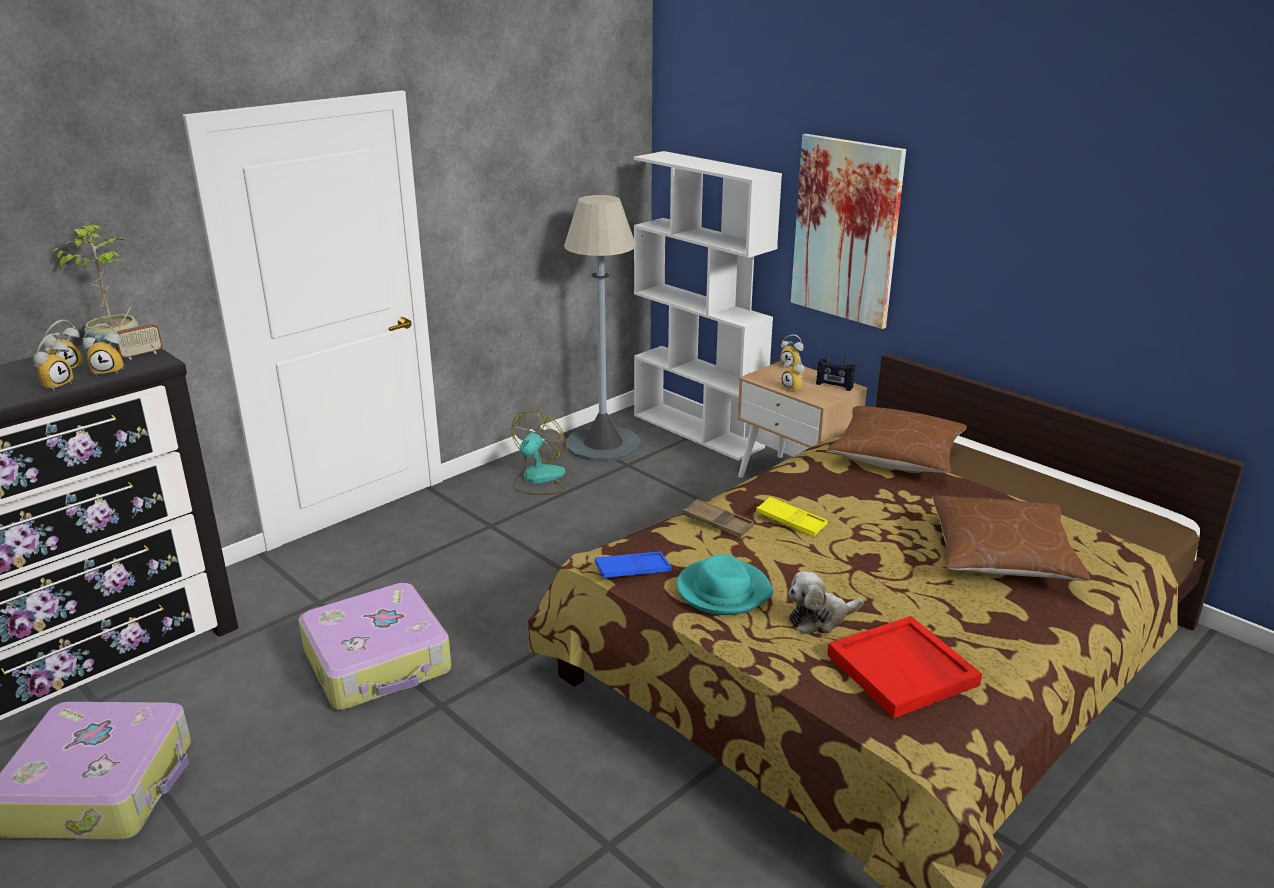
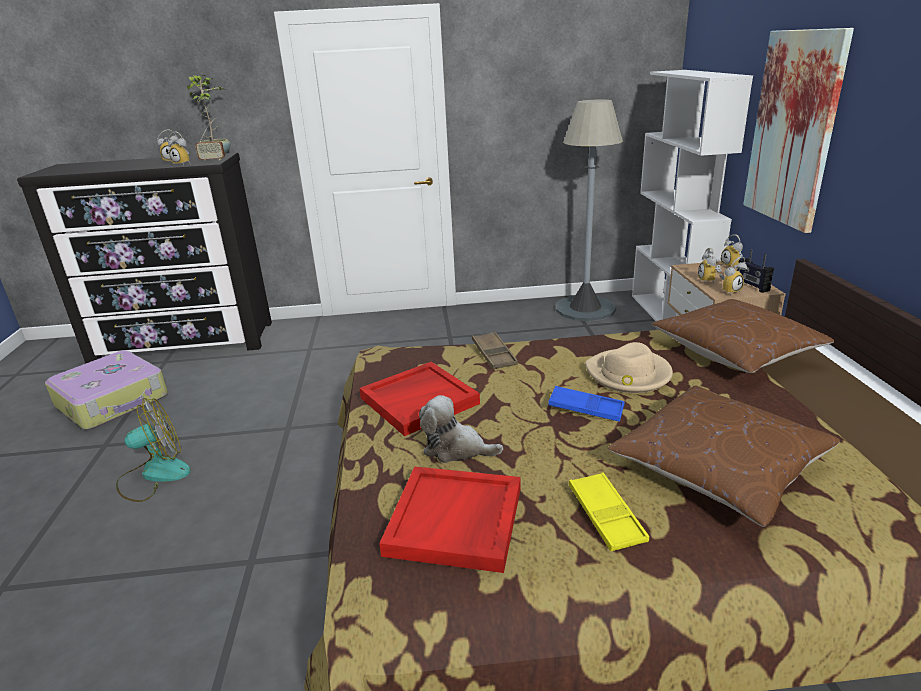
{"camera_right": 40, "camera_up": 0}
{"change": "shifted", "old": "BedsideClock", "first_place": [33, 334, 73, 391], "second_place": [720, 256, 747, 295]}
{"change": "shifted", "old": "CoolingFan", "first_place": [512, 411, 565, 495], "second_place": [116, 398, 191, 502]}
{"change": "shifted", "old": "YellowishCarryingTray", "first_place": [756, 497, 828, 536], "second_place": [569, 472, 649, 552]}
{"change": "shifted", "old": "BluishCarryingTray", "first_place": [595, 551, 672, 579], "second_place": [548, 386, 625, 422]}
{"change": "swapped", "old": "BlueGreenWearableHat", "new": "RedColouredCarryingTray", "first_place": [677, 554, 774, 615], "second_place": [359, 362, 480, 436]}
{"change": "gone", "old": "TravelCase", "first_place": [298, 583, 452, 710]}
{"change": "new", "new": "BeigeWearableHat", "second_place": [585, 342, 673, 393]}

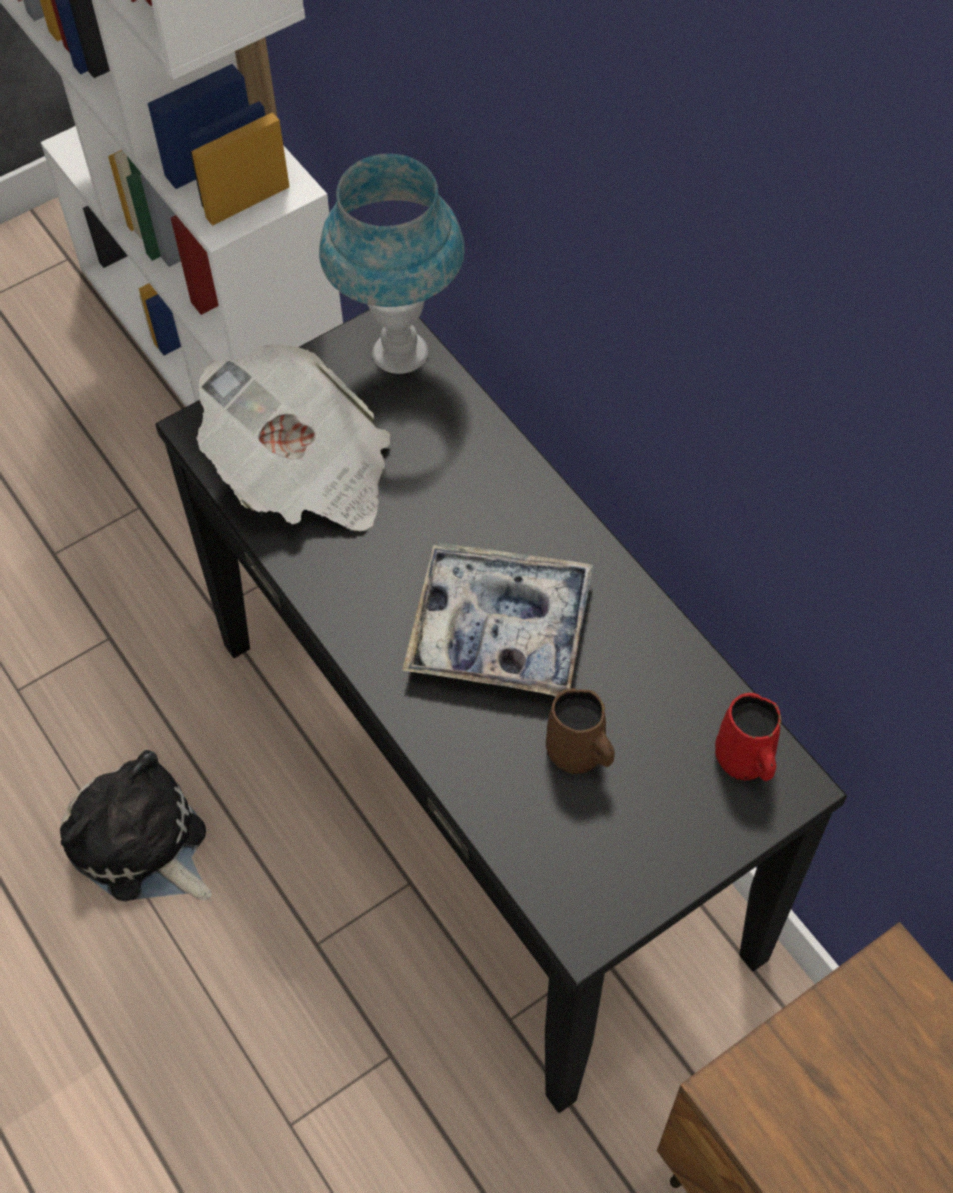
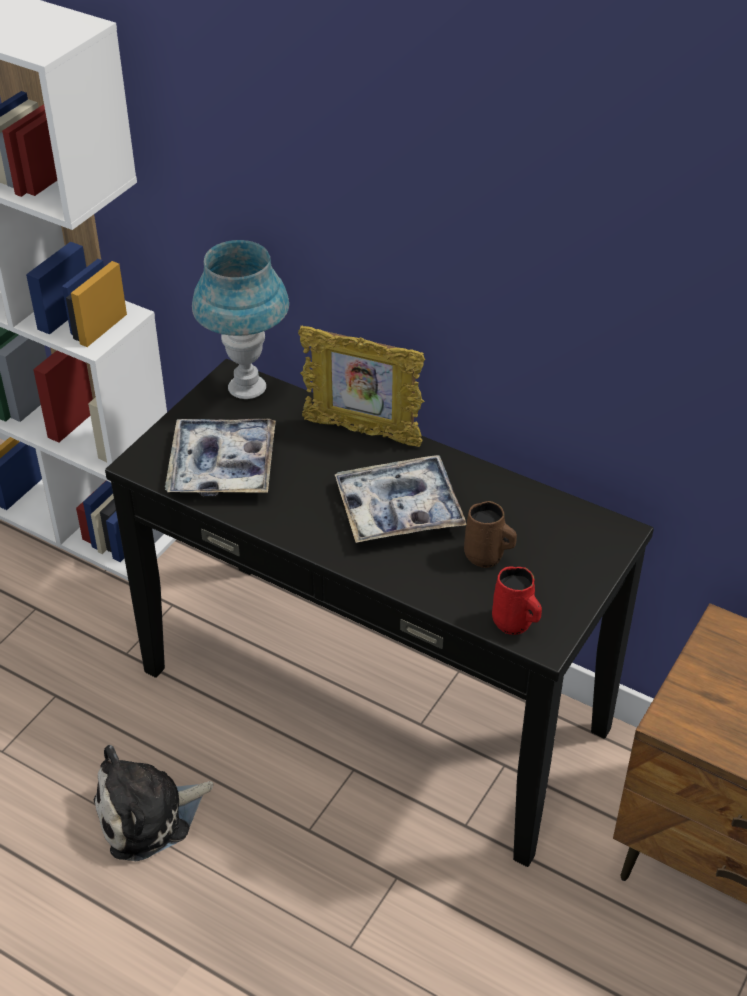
{"camera_right": -25, "camera_up": -15}
{"change": "swapped", "old": "DailyPaper", "new": "CarryingTray", "first_place": [196, 344, 390, 531], "second_place": [165, 419, 276, 496]}
{"change": "shifted", "old": "RedColouredMug", "first_place": [715, 693, 782, 781], "second_place": [492, 566, 542, 635]}
{"change": "rotated", "old": "PlushToy", "first_place": [60, 750, 212, 901], "second_place": [94, 745, 213, 861], "degrees": -45}
{"change": "new", "new": "StandingFrame", "second_place": [298, 326, 425, 447]}

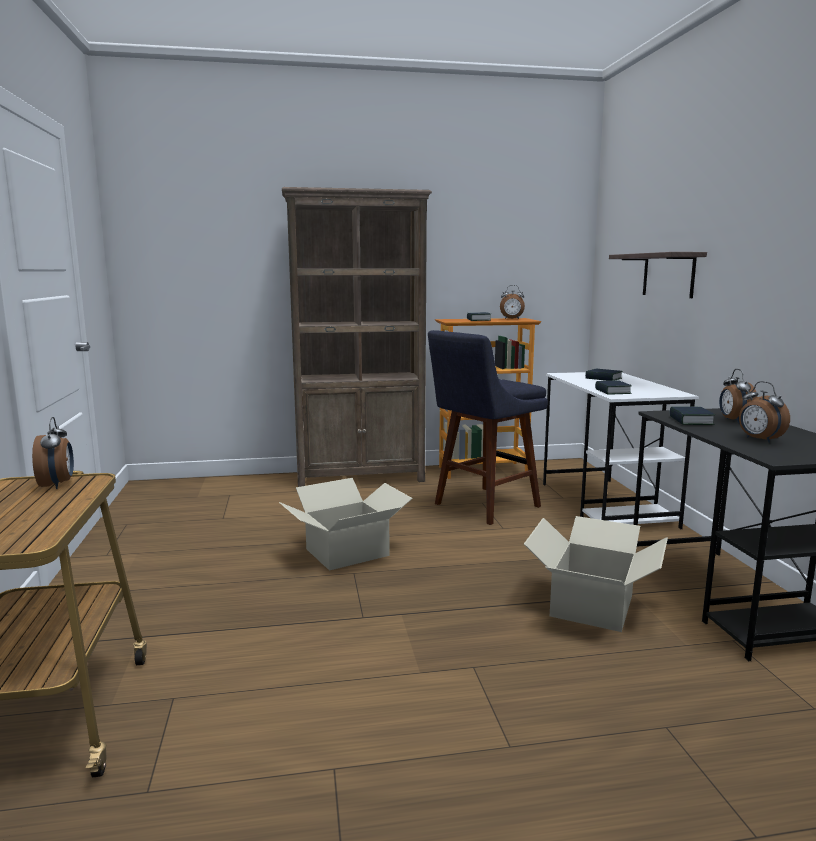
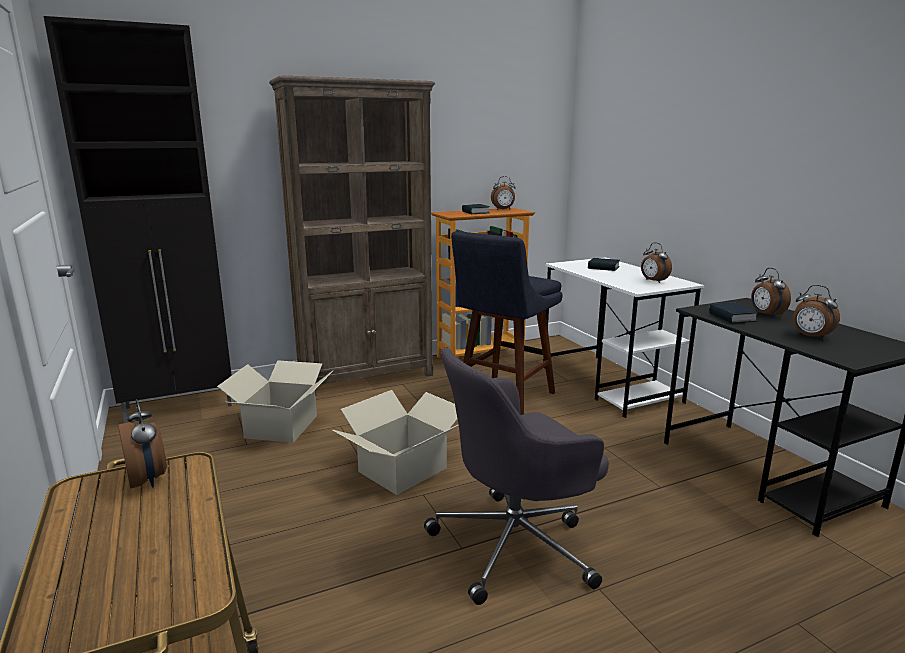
{"camera_right": -15, "camera_up": 5}
{"change": "gone", "old": "WallShelf", "first_place": [609, 252, 707, 298]}
{"change": "gone", "old": "Volume", "first_place": [595, 380, 632, 395]}
{"change": "shifted", "old": "Carton", "first_place": [524, 516, 668, 632], "second_place": [217, 361, 334, 443]}
{"change": "new", "new": "BlackStorageCabinet", "second_place": [44, 16, 232, 423]}
{"change": "new", "new": "BedsideClock", "second_place": [641, 243, 672, 283]}
{"change": "new", "new": "GreyOfficeChair", "second_place": [424, 348, 609, 605]}

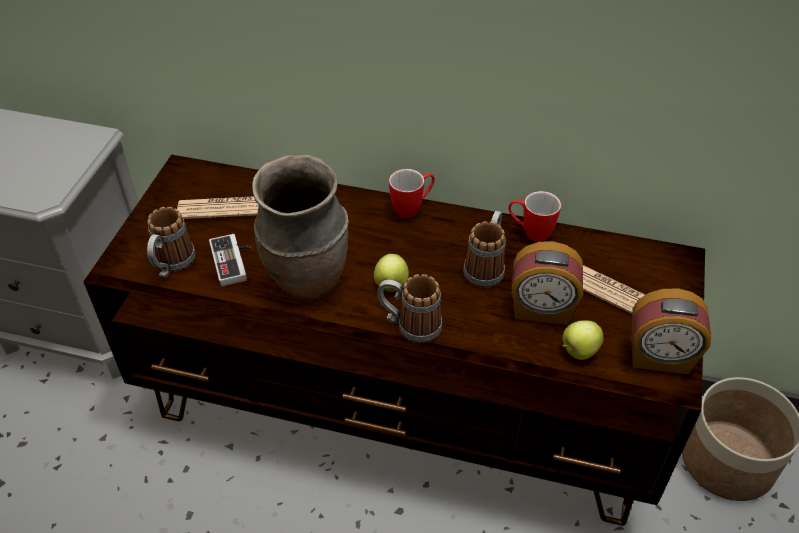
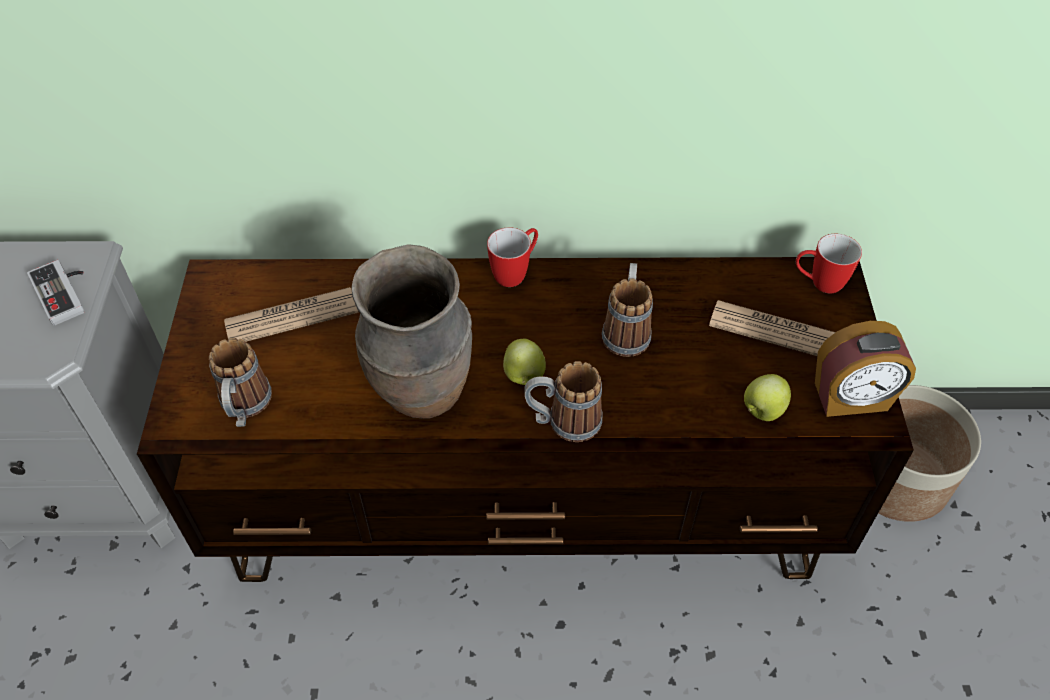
{"camera_right": -15, "camera_up": 5}
{"change": "shifted", "old": "Mug", "first_place": [508, 191, 561, 242], "second_place": [796, 234, 862, 293]}
{"change": "shifted", "old": "Joypad", "first_place": [209, 234, 251, 286], "second_place": [27, 260, 85, 326]}
{"change": "gone", "old": "BedsideClock", "first_place": [511, 241, 583, 325]}

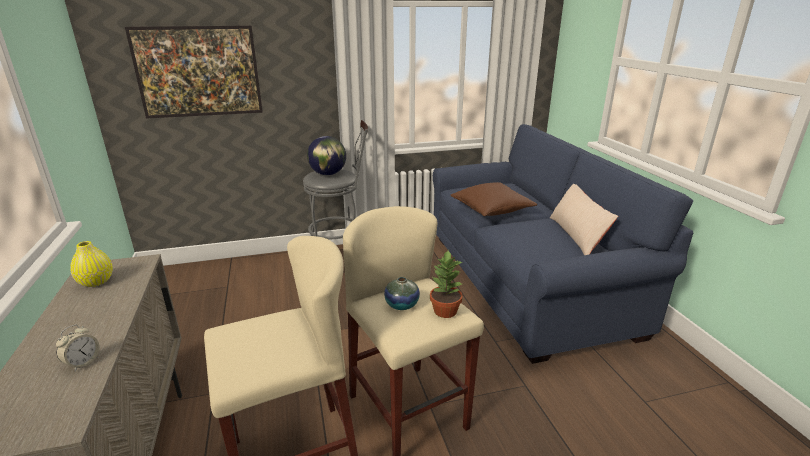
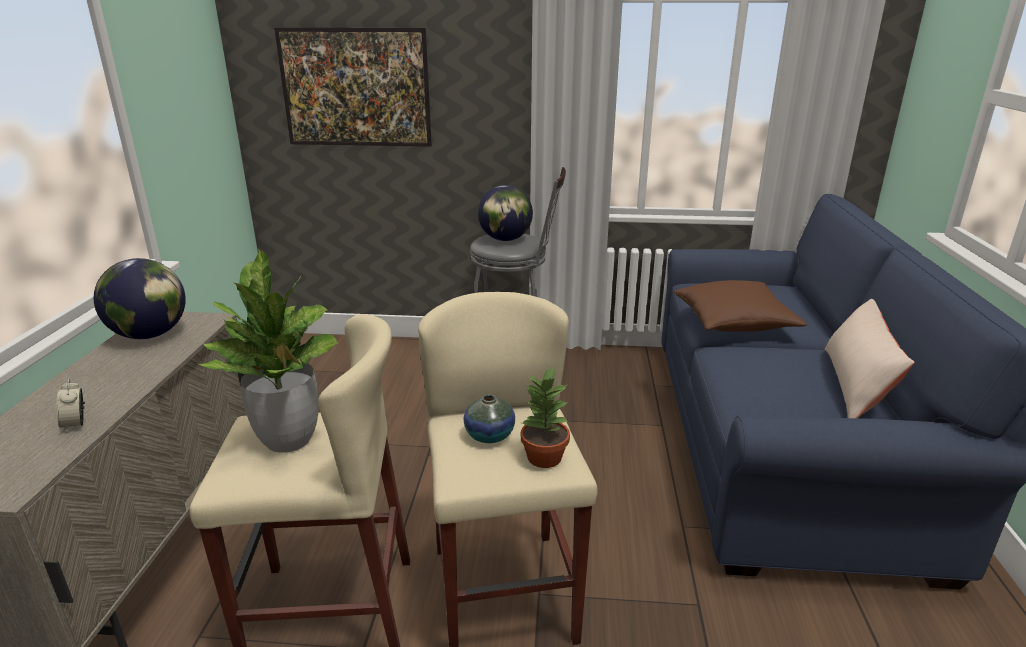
{"camera_right": 20, "camera_up": 0}
{"change": "swapped", "old": "YellowishDecorativeVase", "new": "WorldGlobe", "first_place": [70, 241, 113, 287], "second_place": [94, 258, 186, 339]}
{"change": "rotated", "old": "BedsideClock", "first_place": [56, 325, 100, 371], "second_place": [57, 378, 85, 433], "degrees": 105}
{"change": "new", "new": "Houseplant", "second_place": [199, 249, 338, 453]}

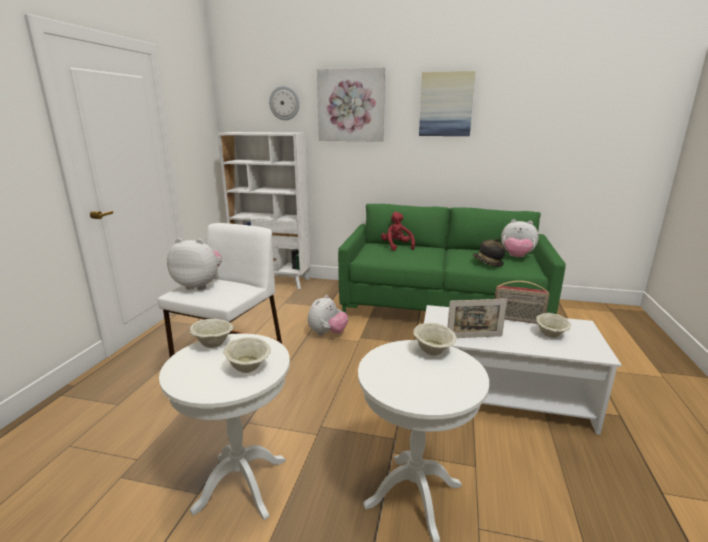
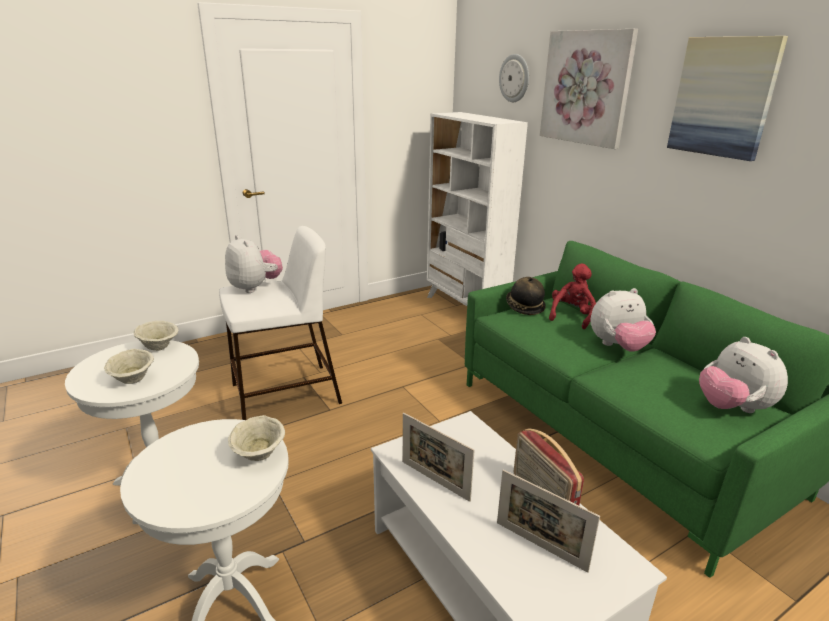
{"camera_right": 45, "camera_up": 5}
{"change": "shifted", "old": "WearableHat", "first_place": [473, 238, 505, 267], "second_place": [506, 277, 546, 315]}
{"change": "shifted", "old": "PlushToy", "first_place": [308, 295, 348, 336], "second_place": [590, 288, 656, 352]}
{"change": "swapped", "old": "BeigeBowl", "new": "StandingFrame", "first_place": [536, 313, 571, 338], "second_place": [497, 469, 600, 573]}

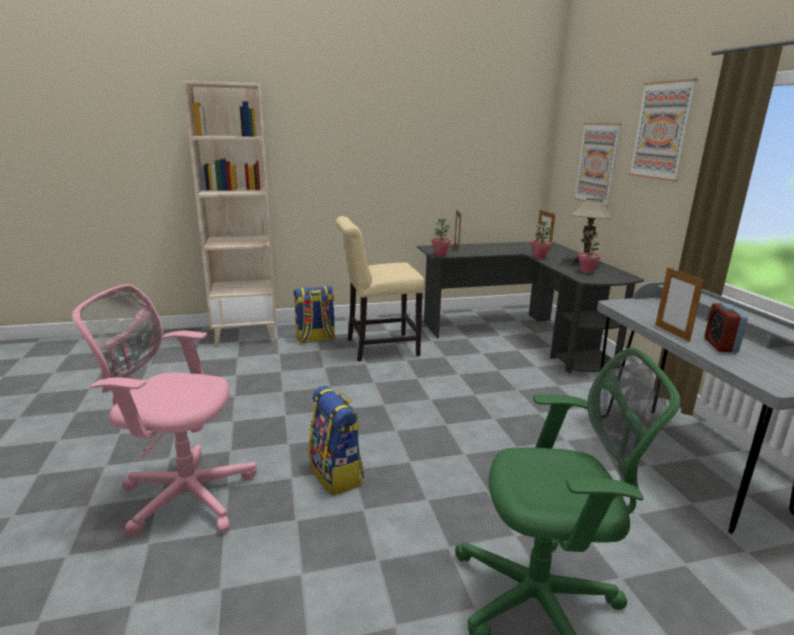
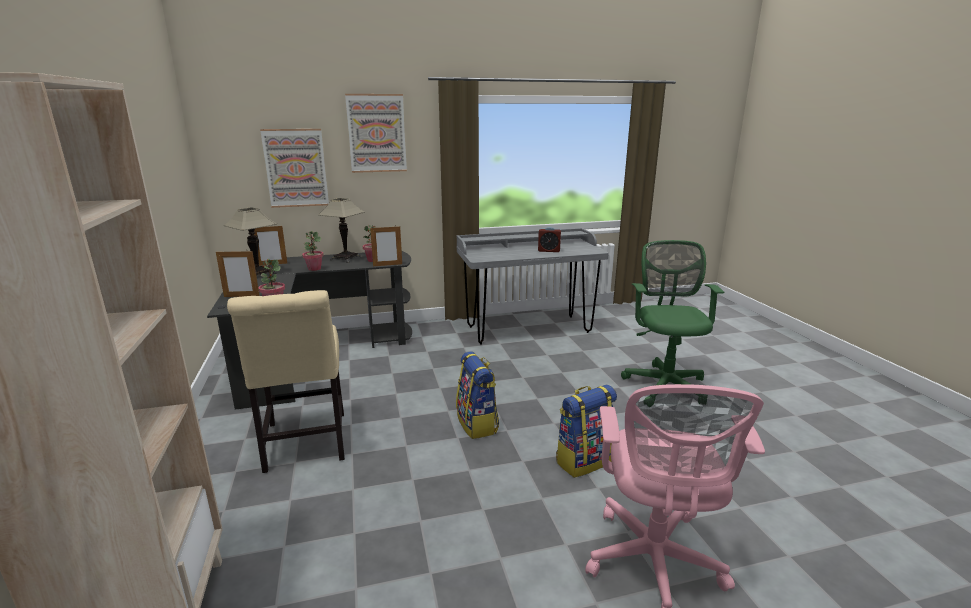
{"camera_right": -90, "camera_up": 0}
{"change": "shifted", "old": "StandingFrame", "first_place": [656, 267, 704, 342], "second_place": [370, 226, 402, 266]}
{"change": "shifted", "old": "Knapsack", "first_place": [294, 286, 336, 343], "second_place": [456, 351, 499, 439]}
{"change": "new", "new": "LampForATable", "second_place": [223, 207, 277, 276]}

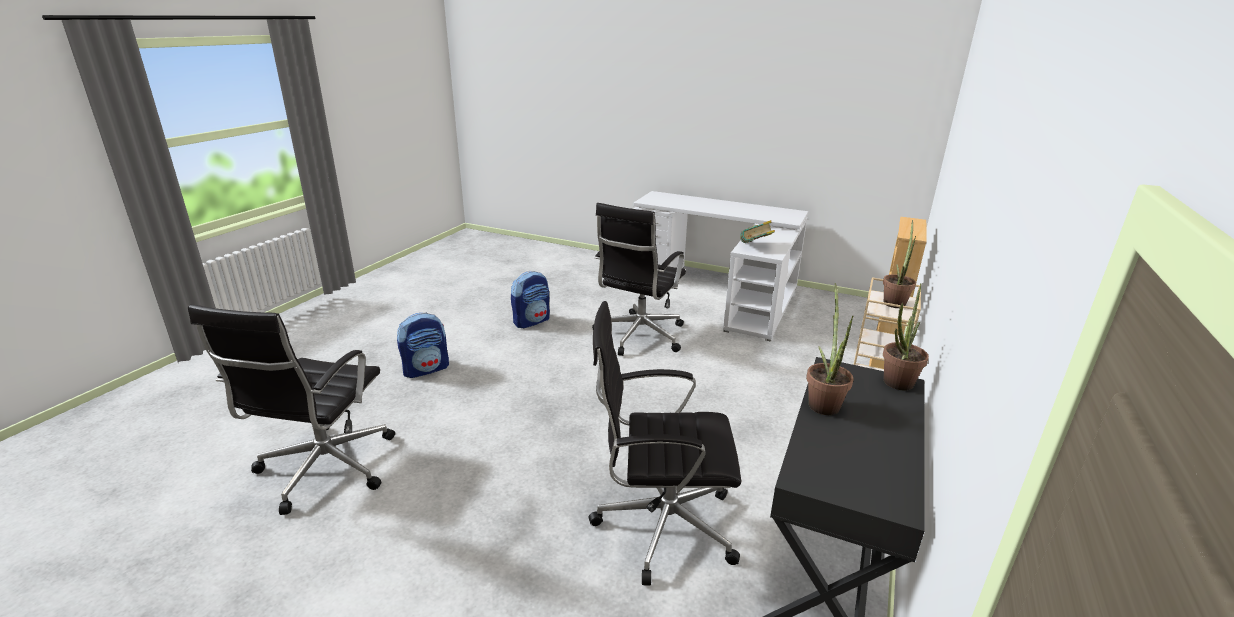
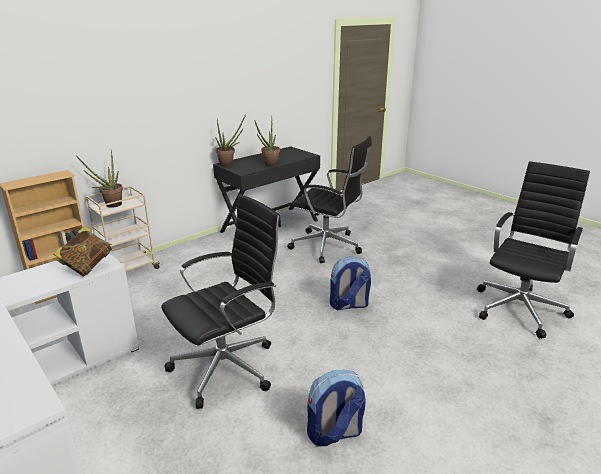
{"camera_right": -155, "camera_up": 0}
{"change": "shifted", "old": "Knapsack", "first_place": [397, 312, 449, 378], "second_place": [330, 257, 371, 310]}

